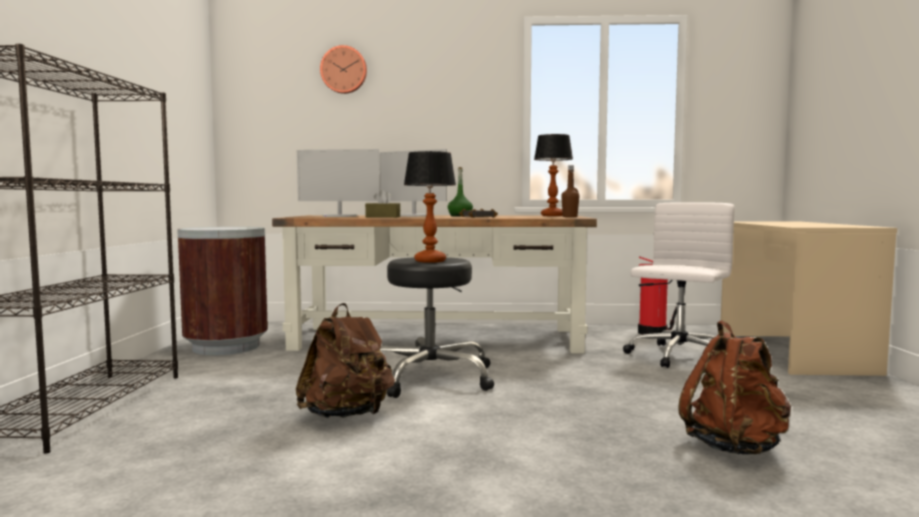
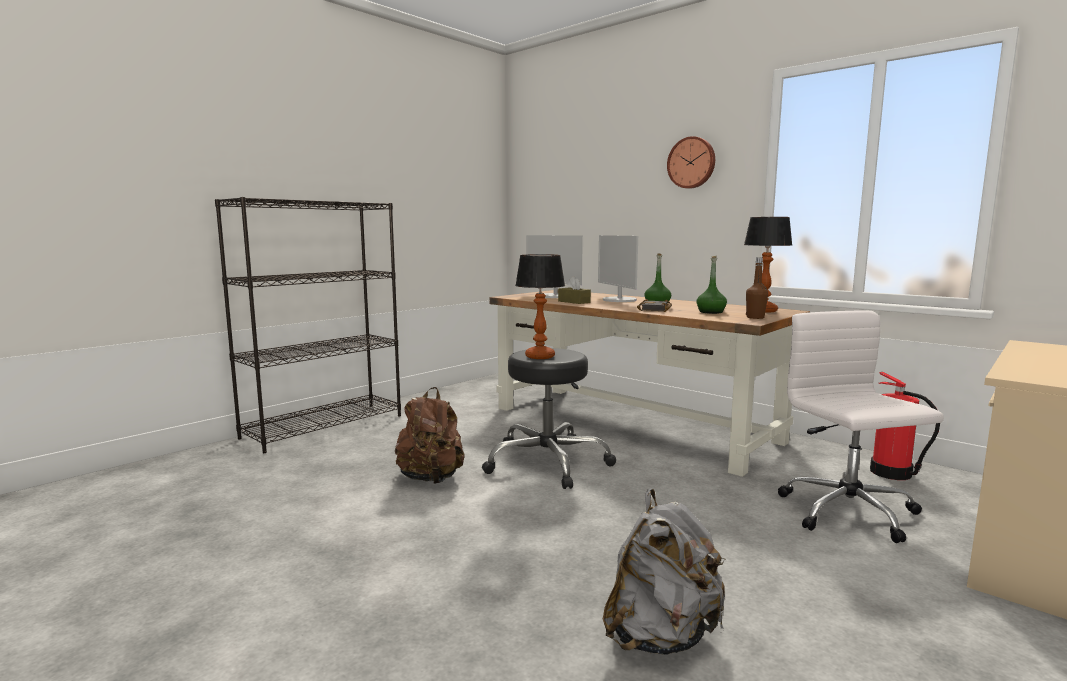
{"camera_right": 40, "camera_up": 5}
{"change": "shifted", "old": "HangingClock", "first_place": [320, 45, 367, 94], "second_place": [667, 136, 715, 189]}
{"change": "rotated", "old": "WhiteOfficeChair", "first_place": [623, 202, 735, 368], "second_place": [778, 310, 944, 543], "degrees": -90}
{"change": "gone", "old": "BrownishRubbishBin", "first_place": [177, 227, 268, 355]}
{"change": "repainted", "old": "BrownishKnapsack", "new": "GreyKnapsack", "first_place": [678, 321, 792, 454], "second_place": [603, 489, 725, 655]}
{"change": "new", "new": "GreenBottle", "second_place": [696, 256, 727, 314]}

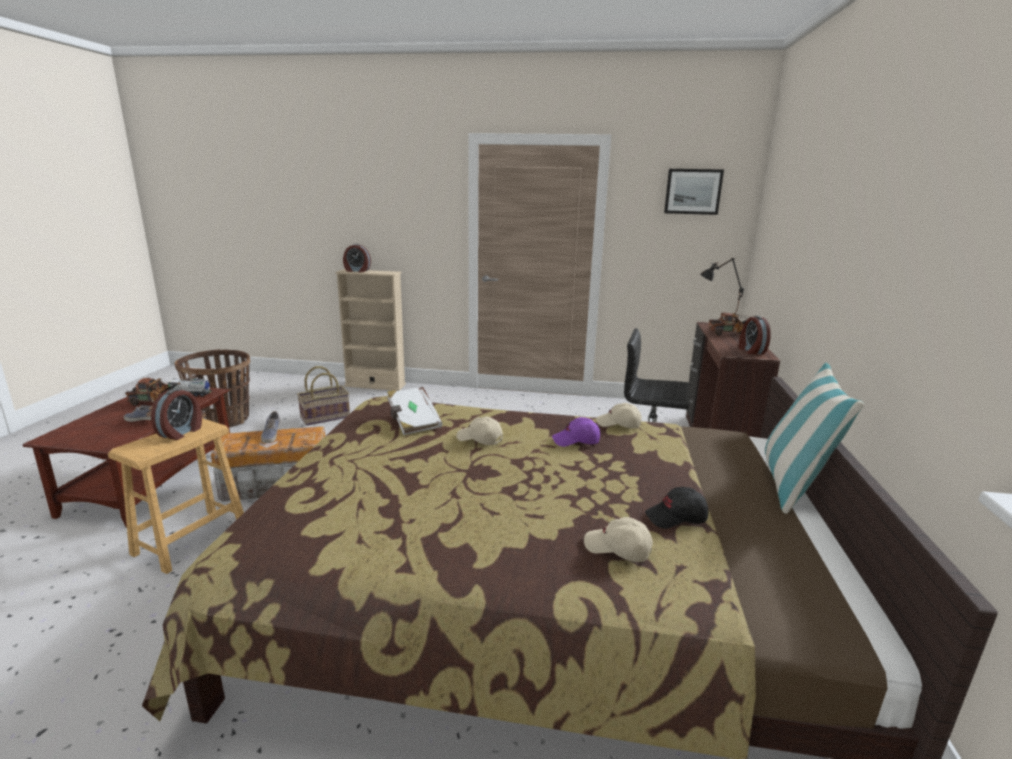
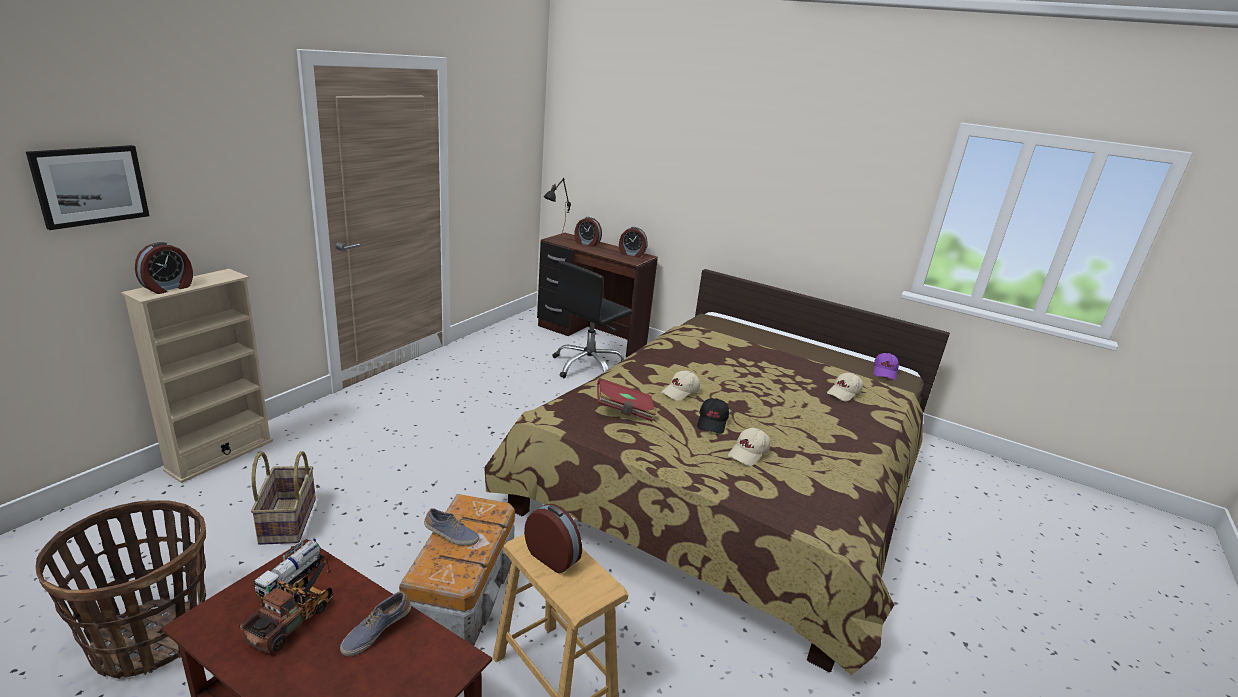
{"camera_right": -70, "camera_up": 5}
{"change": "shifted", "old": "Picture", "first_place": [664, 169, 724, 215], "second_place": [26, 145, 149, 230]}
{"change": "swapped", "old": "ToyTruck", "new": "BedsideClock", "first_place": [708, 312, 746, 336], "second_place": [574, 217, 602, 247]}
{"change": "gone", "old": "ThrowPillow", "first_place": [765, 363, 864, 514]}
{"change": "repainted", "old": "WhiteVolume", "new": "RedColouredVolume", "first_place": [387, 387, 443, 435], "second_place": [597, 378, 656, 421]}
{"change": "shifted", "old": "BeigeBaseballCap", "first_place": [596, 403, 642, 429], "second_place": [728, 428, 770, 466]}
{"change": "shifted", "old": "PurpleBaseballCap", "first_place": [552, 417, 600, 447], "second_place": [873, 353, 899, 380]}
{"change": "shifted", "old": "BlackBaseballCap", "first_place": [645, 487, 709, 529], "second_place": [697, 398, 729, 434]}

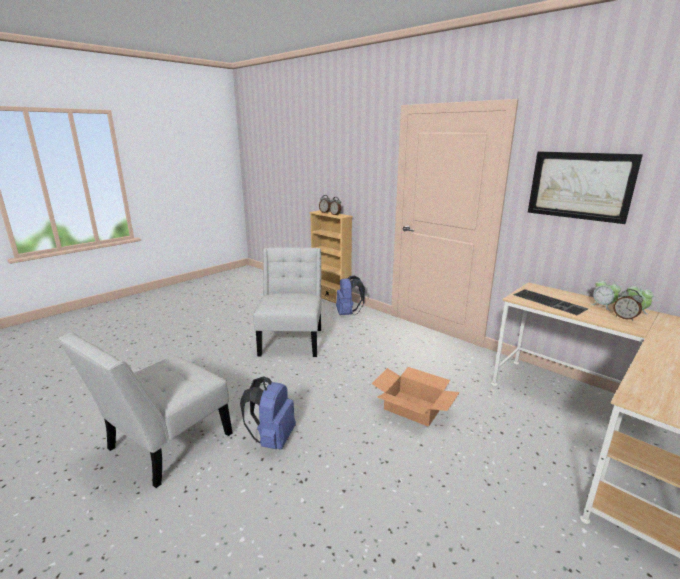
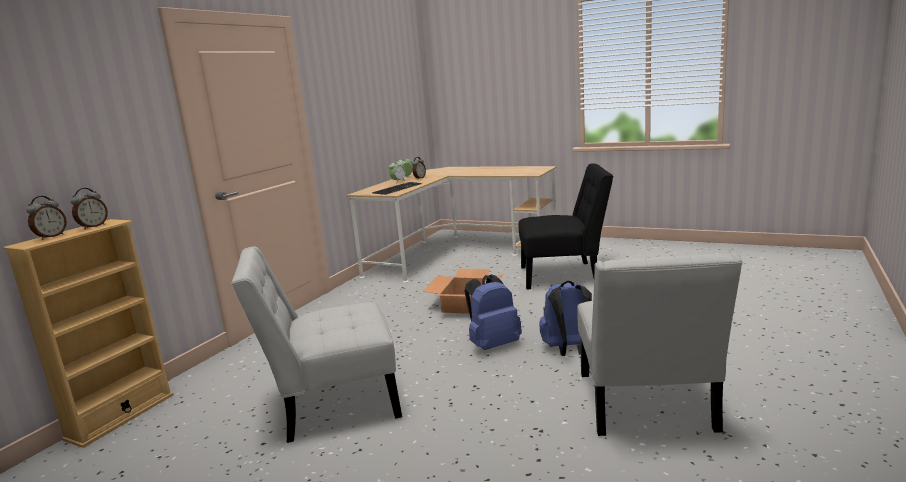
{"camera_right": -105, "camera_up": -5}
{"change": "gone", "old": "Picture", "first_place": [528, 152, 643, 224]}
{"change": "shifted", "old": "BluishKnapsack", "first_place": [336, 276, 365, 315], "second_place": [465, 274, 522, 350]}
{"change": "rotated", "old": "WhiteChair", "first_place": [58, 332, 233, 488], "second_place": [577, 253, 743, 436], "degrees": 75}
{"change": "new", "new": "BlackChair", "second_place": [518, 163, 613, 290]}

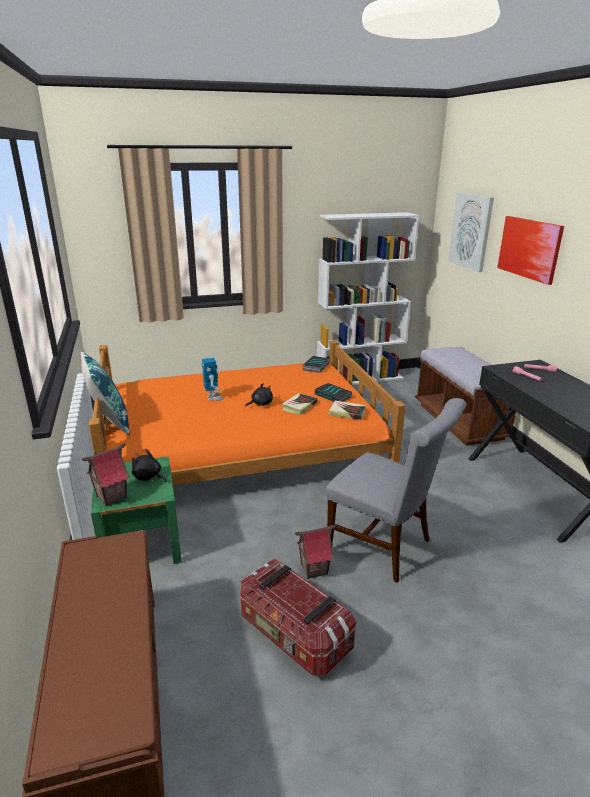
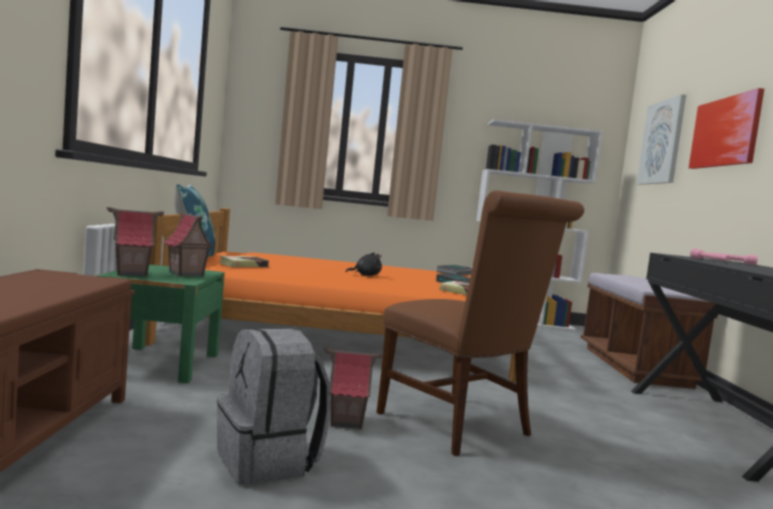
{"camera_right": 15, "camera_up": -20}
{"change": "gone", "old": "ToyRobot", "first_place": [202, 358, 224, 401]}
{"change": "shifted", "old": "Volume", "first_place": [282, 393, 317, 415], "second_place": [219, 256, 269, 267]}
{"change": "repainted", "old": "GreyChair", "new": "BrownishChair", "first_place": [326, 398, 467, 583], "second_place": [376, 190, 584, 456]}
{"change": "swapped", "old": "BlackPlushToy", "new": "ModelHouse", "first_place": [132, 449, 167, 482], "second_place": [163, 211, 214, 277]}
{"change": "swapped", "old": "StorageBox", "new": "GreyKnapsack", "first_place": [240, 559, 356, 676], "second_place": [217, 328, 331, 485]}

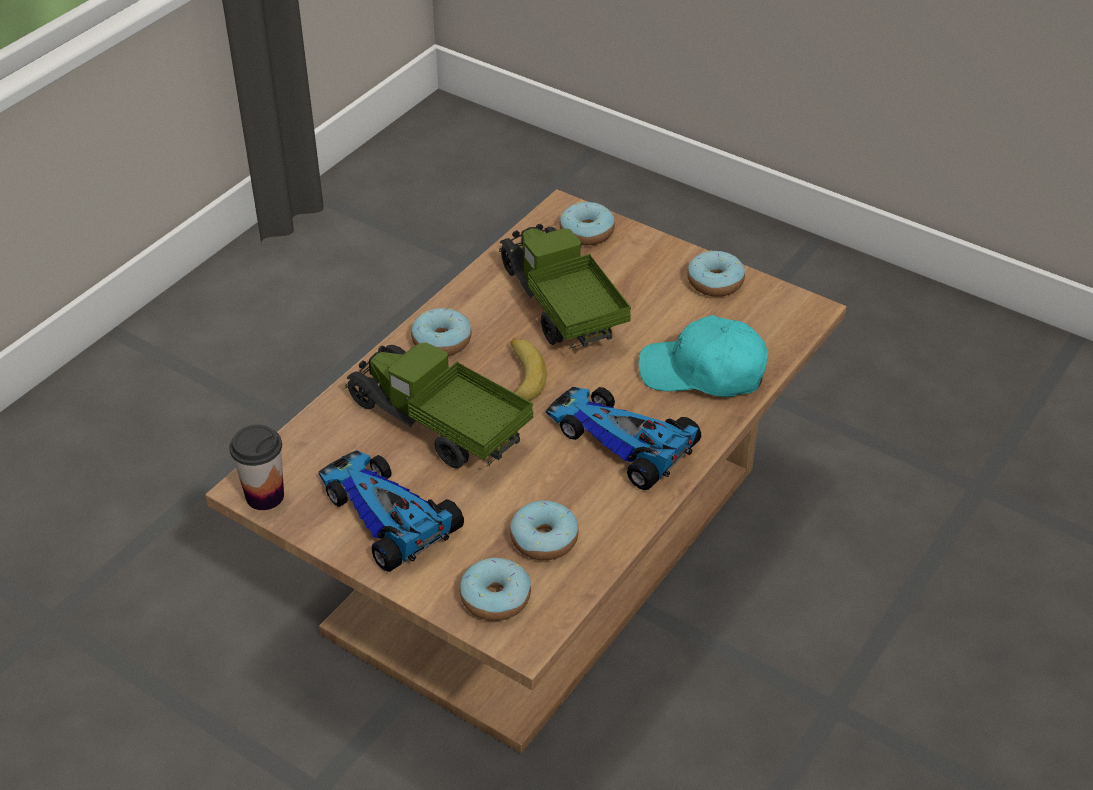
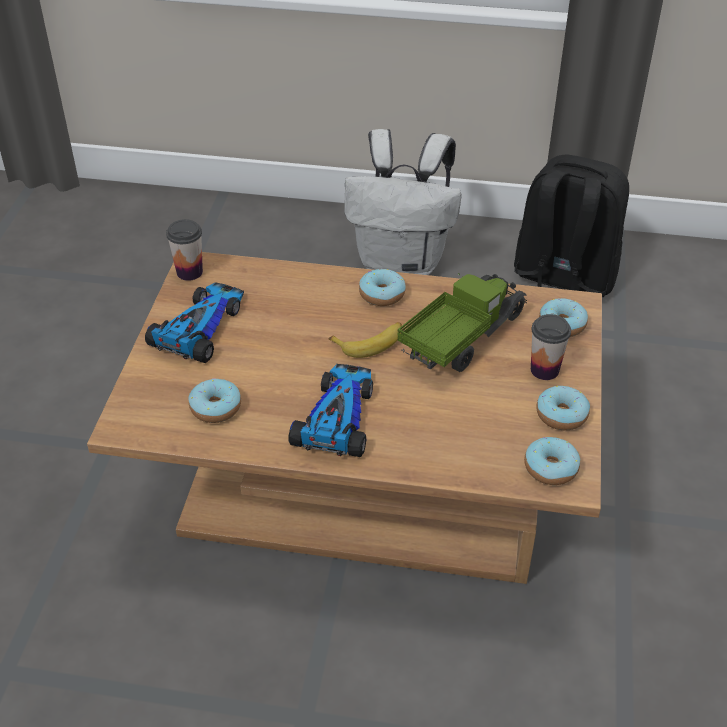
{"camera_right": 65, "camera_up": 0}
{"change": "gone", "old": "BlueGreenBaseballCap", "first_place": [638, 315, 768, 397]}
{"change": "gone", "old": "ToyTruck", "first_place": [345, 342, 533, 468]}
{"change": "shifted", "old": "RingDoughnut", "first_place": [460, 558, 531, 621], "second_place": [524, 437, 580, 485]}
{"change": "new", "new": "WhiteKnapsack", "second_place": [344, 129, 462, 275]}
{"change": "new", "new": "BlackKnapsack", "second_place": [514, 155, 629, 297]}
{"change": "new", "new": "DrinkingCup", "second_place": [531, 314, 571, 380]}

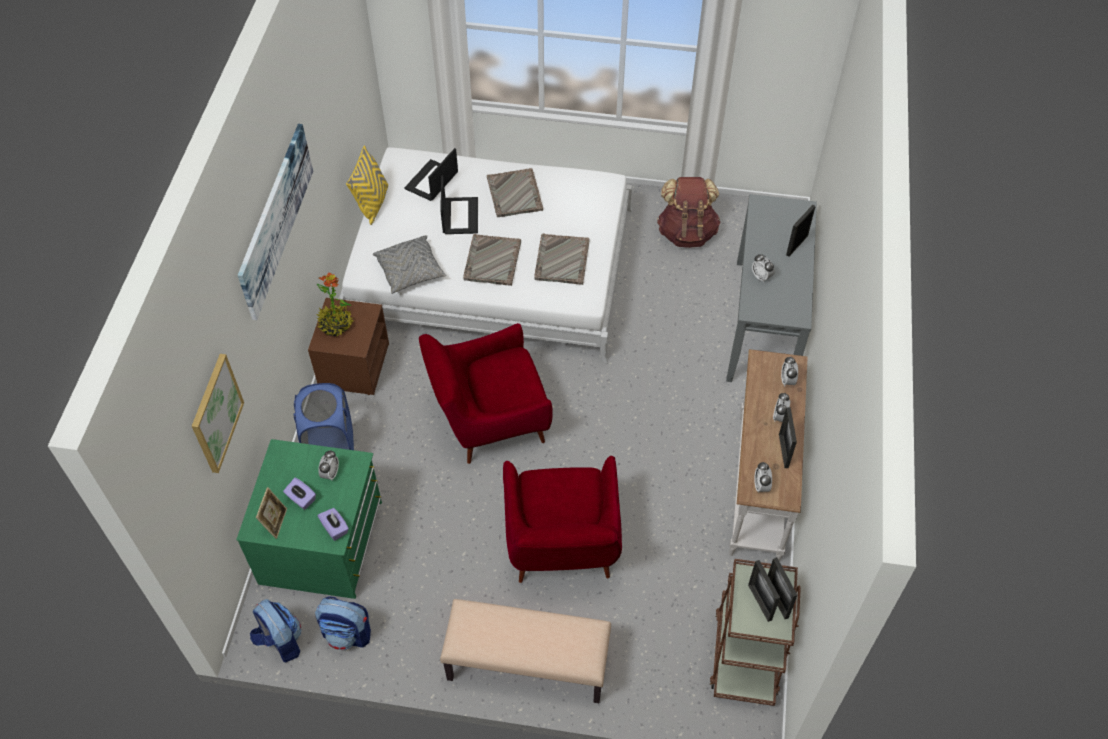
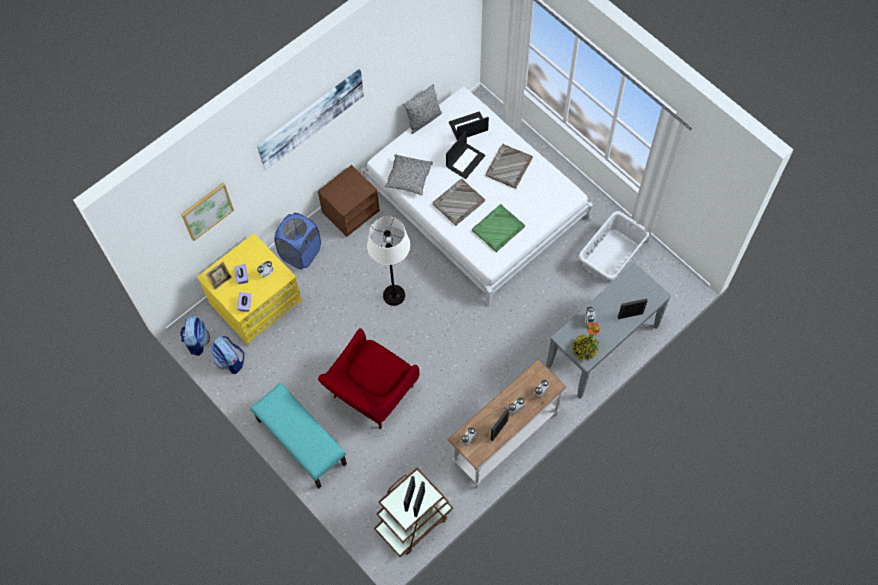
{"camera_right": 40, "camera_up": 10}
{"change": "repainted", "old": "YellowishThrowPillow", "new": "GreyThrowPillow", "first_place": [346, 145, 388, 225], "second_place": [403, 84, 442, 134]}
{"change": "swapped", "old": "BrownishKnapsack", "new": "GreyLaundryBasket", "first_place": [657, 177, 721, 248], "second_place": [578, 211, 649, 282]}
{"change": "repainted", "old": "GreyCarryingTray", "new": "GreenCarryingTray", "first_place": [534, 234, 590, 285], "second_place": [472, 204, 525, 252]}
{"change": "shifted", "old": "Houseplant", "first_place": [316, 272, 354, 336], "second_place": [572, 322, 600, 360]}
{"change": "swapped", "old": "RedColouredLoungeChair", "new": "WhiteStandingLamp", "first_place": [419, 323, 553, 464], "second_place": [367, 216, 410, 306]}
{"change": "repainted", "old": "GreenDrawerChest", "new": "YellowishDrawerChest", "first_place": [236, 439, 382, 599], "second_place": [197, 233, 302, 346]}
{"change": "repainted", "old": "BeigeIndoorBench", "new": "BlueGreenIndoorBench", "first_place": [440, 599, 611, 703], "second_place": [250, 383, 347, 488]}

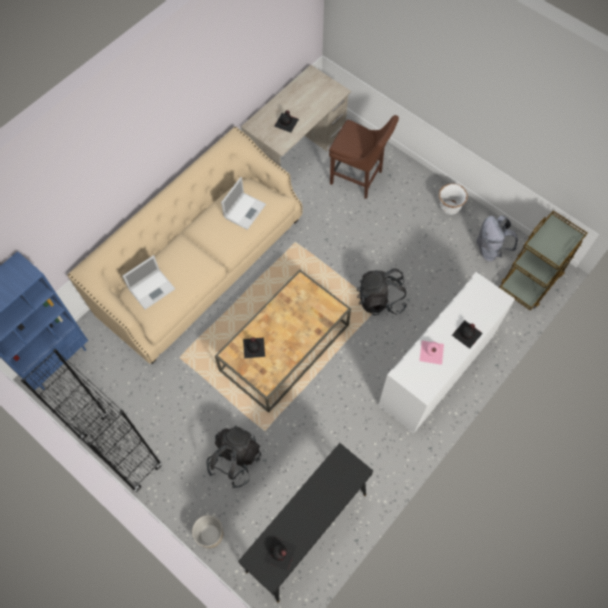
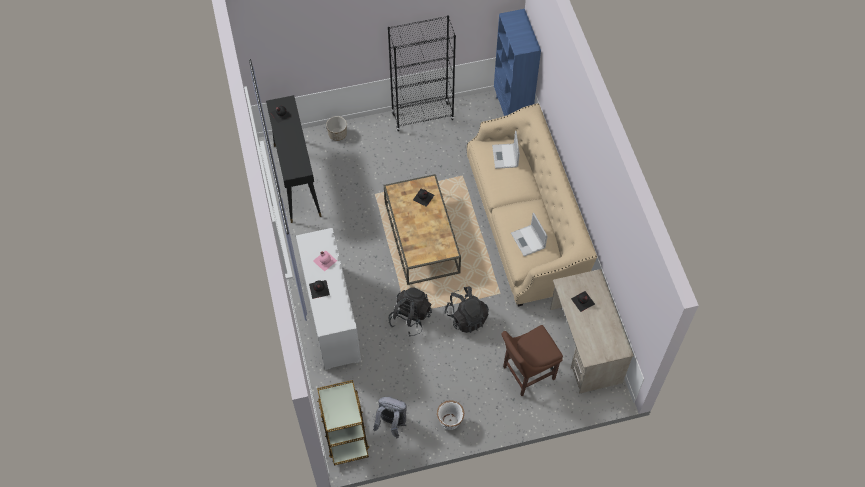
{"camera_right": 125, "camera_up": -5}
{"change": "shifted", "old": "BlackKnapsack", "first_place": [206, 425, 261, 488], "second_place": [445, 287, 489, 333]}

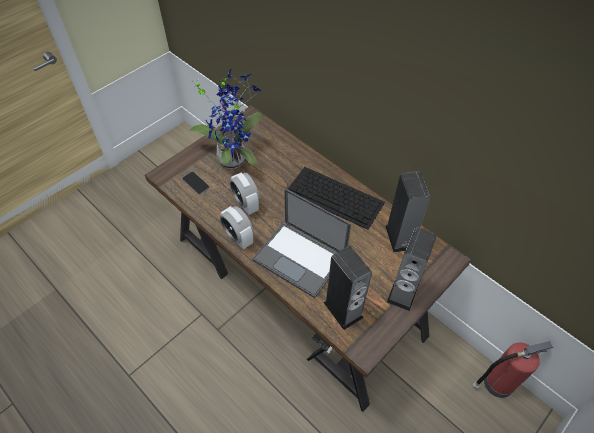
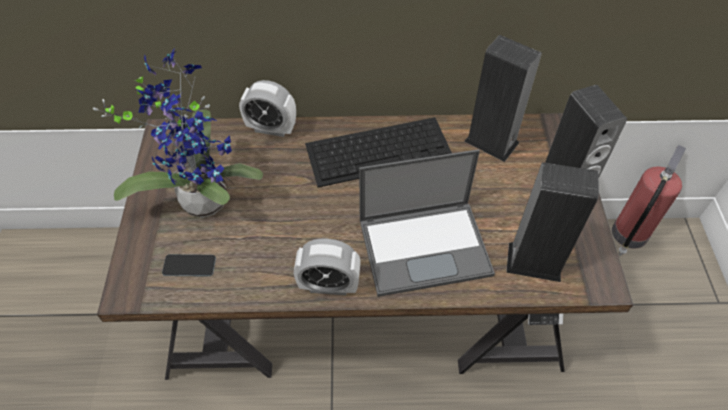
{"camera_right": -45, "camera_up": 0}
{"change": "shifted", "old": "BedsideClock", "first_place": [230, 173, 260, 215], "second_place": [239, 80, 296, 137]}

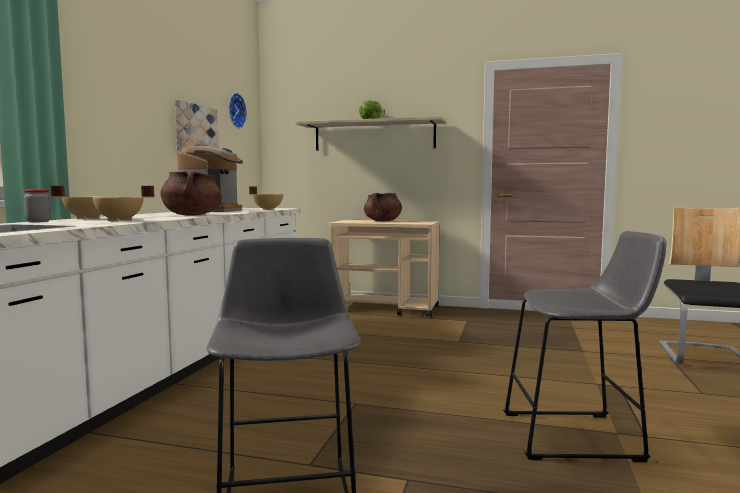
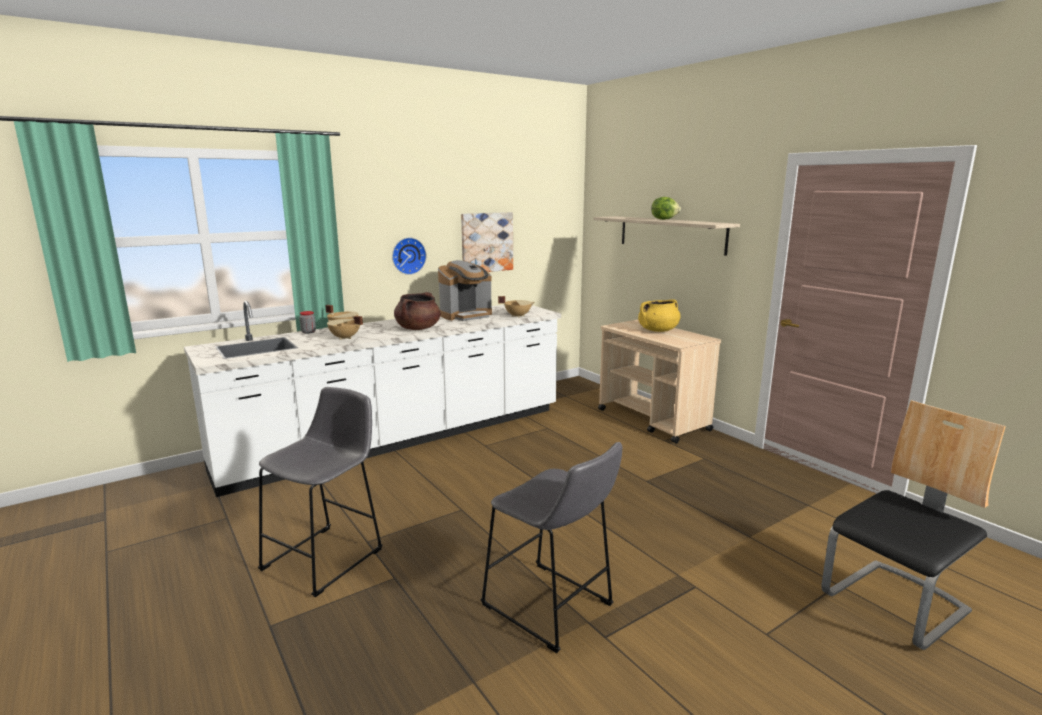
{"camera_right": 40, "camera_up": 10}
{"change": "shifted", "old": "HangingClock", "first_place": [229, 93, 247, 128], "second_place": [392, 237, 427, 275]}
{"change": "repainted", "old": "BrownishStockpot", "new": "YellowishStockpot", "first_place": [364, 193, 402, 221], "second_place": [638, 299, 680, 332]}

